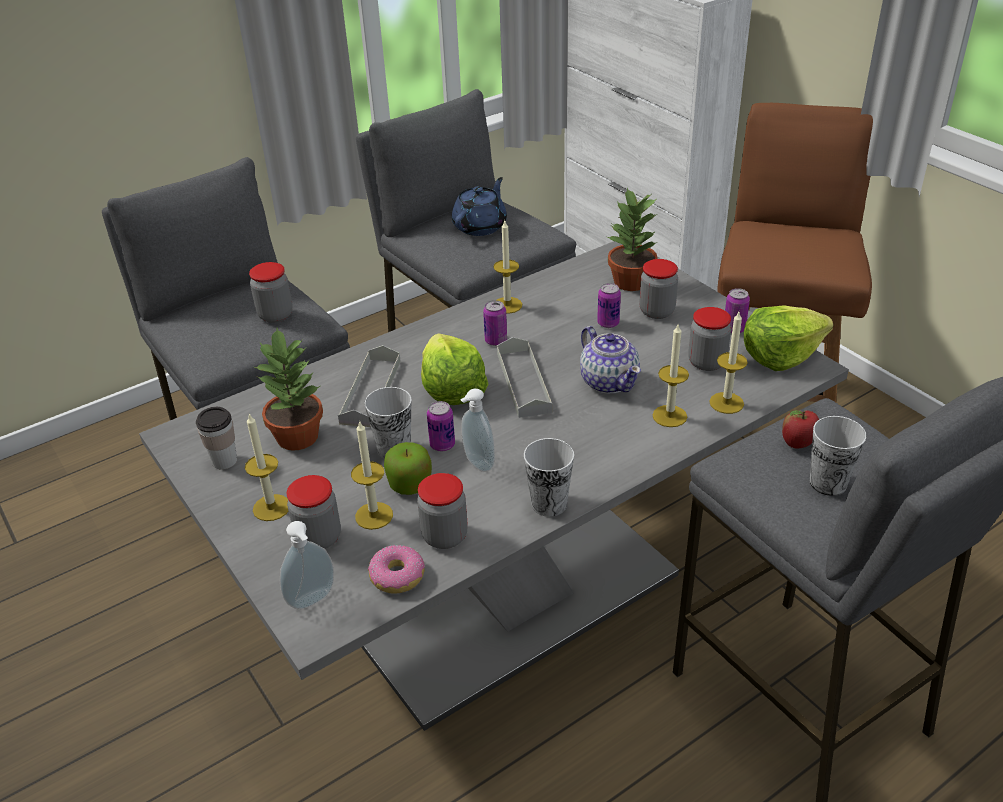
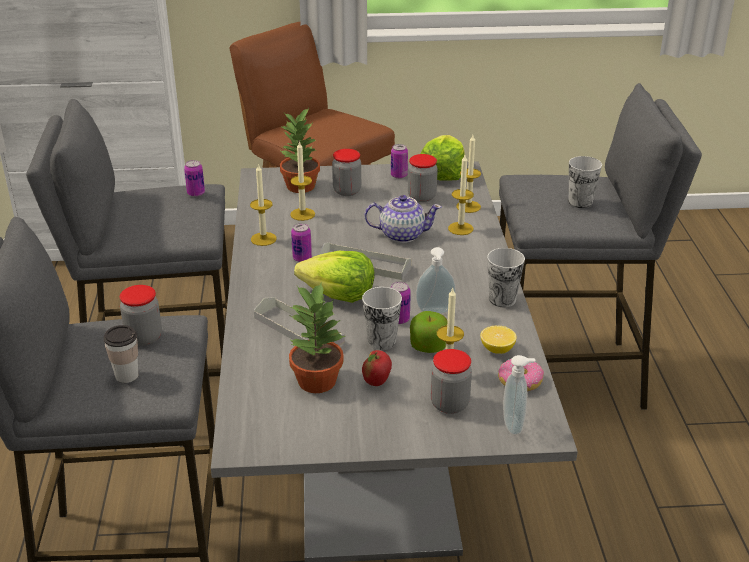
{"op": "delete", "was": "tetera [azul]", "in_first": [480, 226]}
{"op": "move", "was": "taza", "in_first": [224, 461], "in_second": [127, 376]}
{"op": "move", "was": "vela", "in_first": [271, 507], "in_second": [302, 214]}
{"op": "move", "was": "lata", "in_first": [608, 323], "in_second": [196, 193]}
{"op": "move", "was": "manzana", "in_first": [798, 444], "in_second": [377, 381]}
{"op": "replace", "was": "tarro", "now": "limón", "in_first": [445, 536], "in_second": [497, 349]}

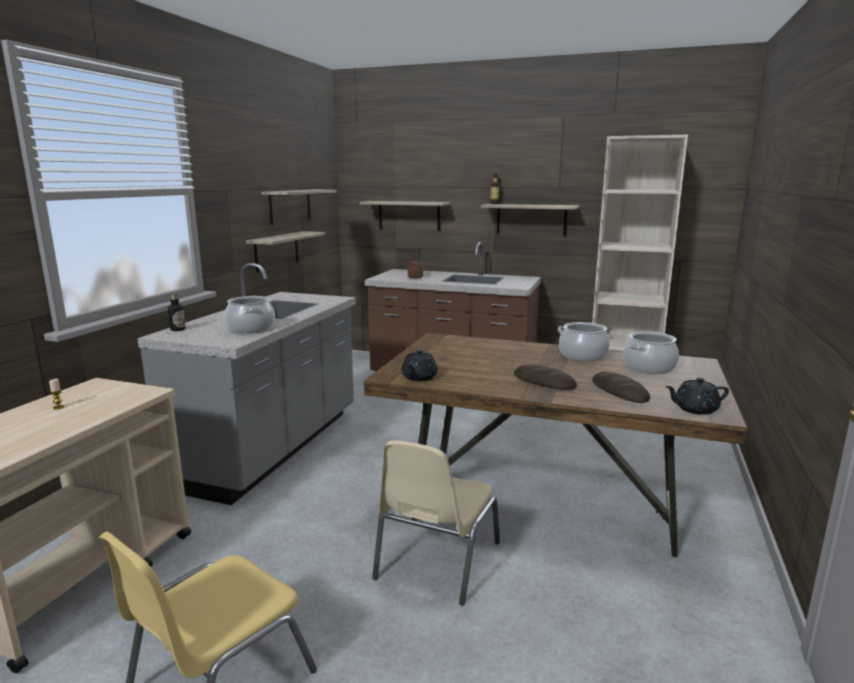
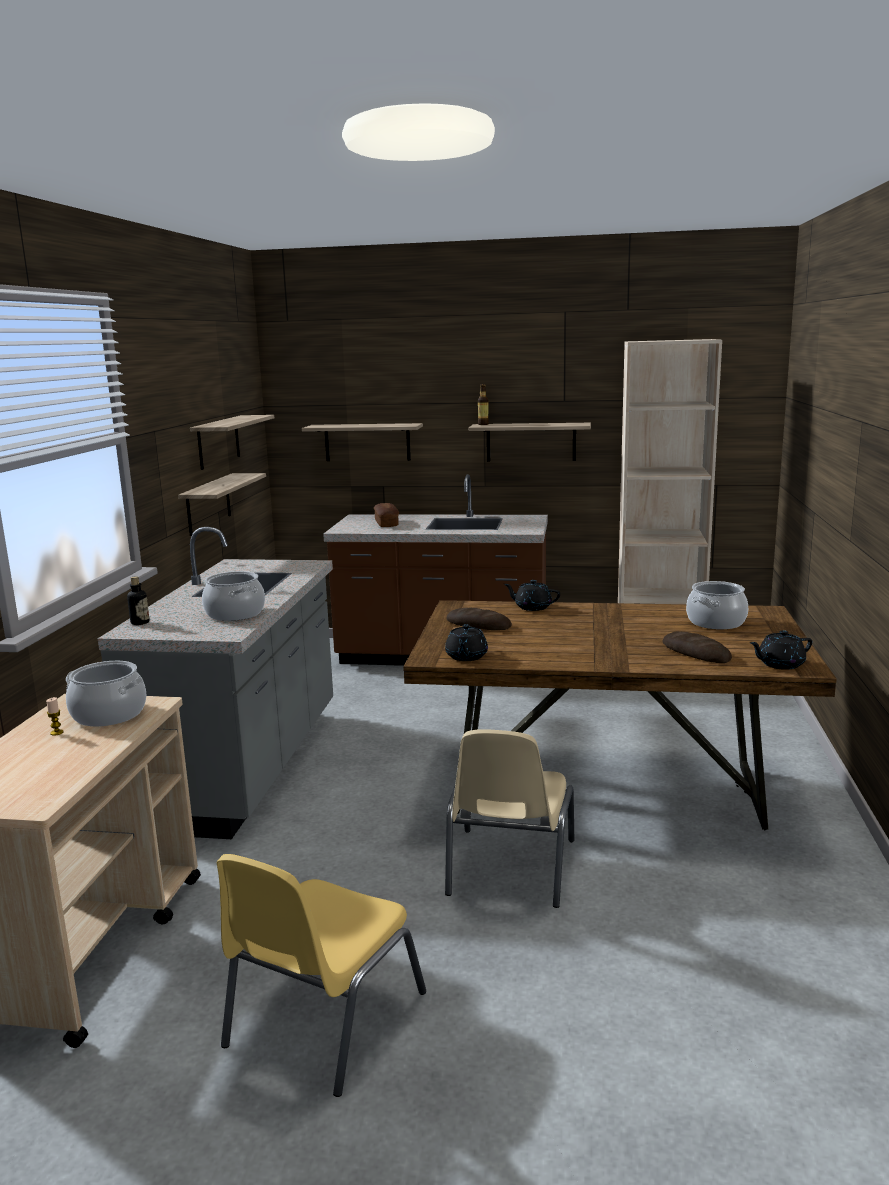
{"op": "insert", "now": "tetera [negro]", "in_second": [532, 607]}
{"op": "move", "was": "pan", "in_first": [544, 382], "in_second": [478, 625]}
{"op": "move", "was": "olla", "in_first": [583, 355], "in_second": [109, 714]}

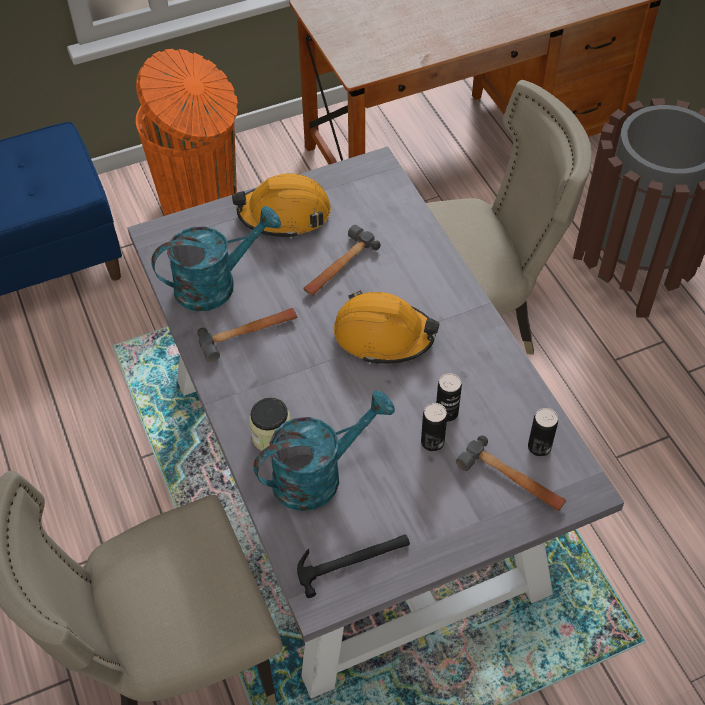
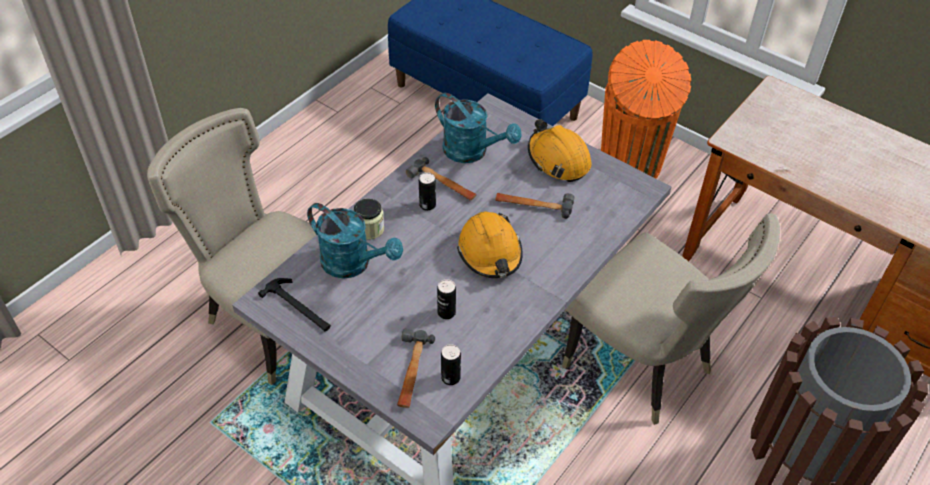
{"op": "move", "was": "lata", "in_first": [432, 442], "in_second": [427, 205]}

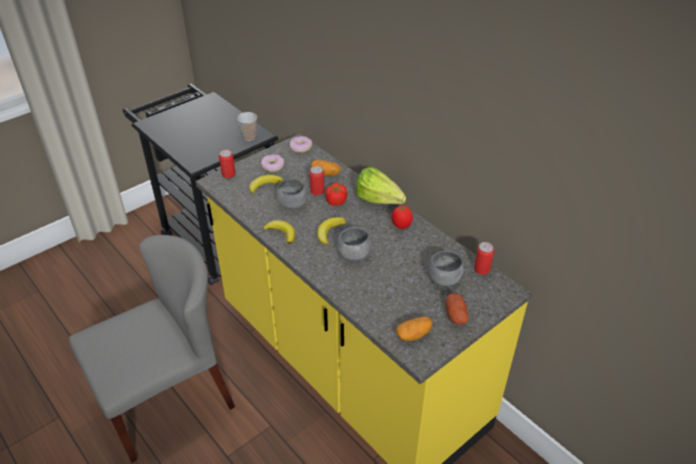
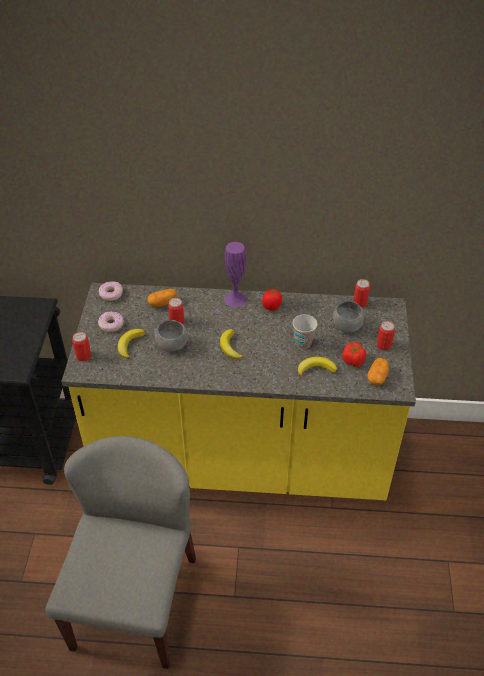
{"op": "delete", "was": "cuenco [gris]", "in_first": [354, 254]}
{"op": "move", "was": "taza", "in_first": [249, 137], "in_second": [303, 342]}
{"op": "move", "was": "plátano", "in_first": [281, 233], "in_second": [316, 368]}
{"op": "move", "was": "tomate", "in_first": [336, 201], "in_second": [353, 360]}
{"op": "replace", "was": "lechuga", "now": "florero [morado]", "in_first": [381, 202], "in_second": [235, 299]}
{"op": "replace", "was": "patata", "now": "lata", "in_first": [456, 315], "in_second": [383, 345]}

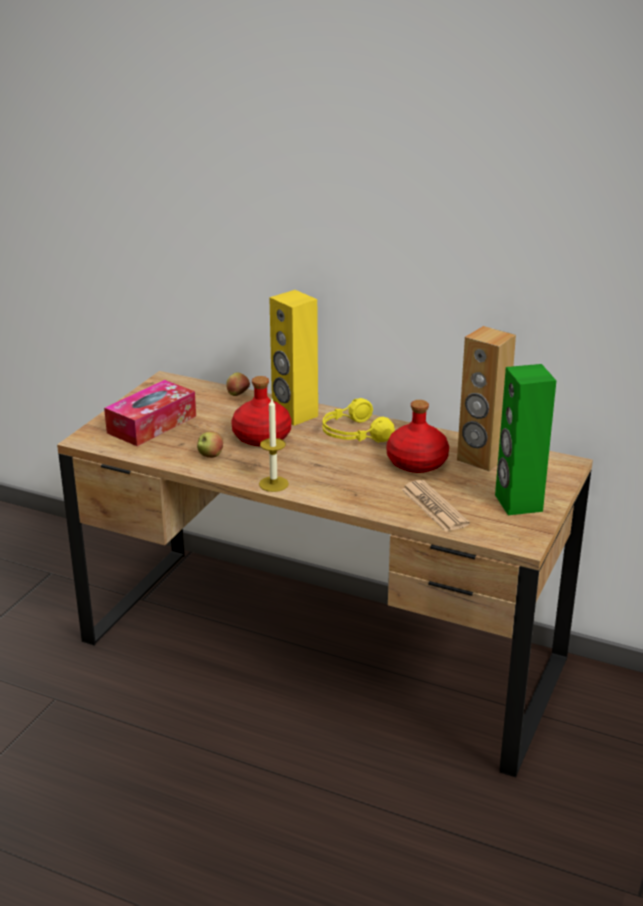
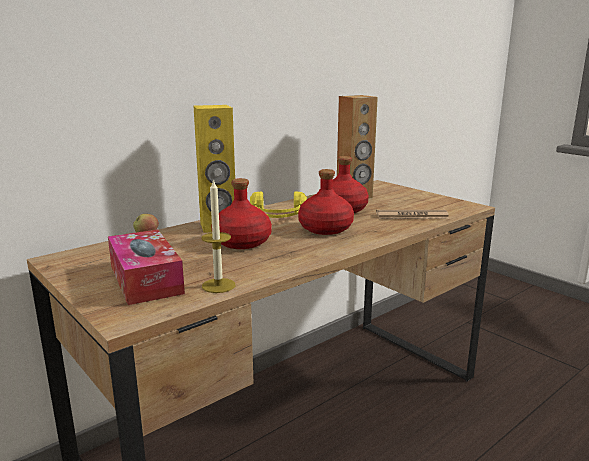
{"op": "delete", "was": "manzana", "in_first": [210, 456]}
{"op": "delete", "was": "altavoz [verde]", "in_first": [517, 503]}
{"op": "insert", "now": "botella [rojo]", "in_second": [325, 229]}
{"op": "move", "was": "vela", "in_first": [273, 484], "in_second": [218, 285]}

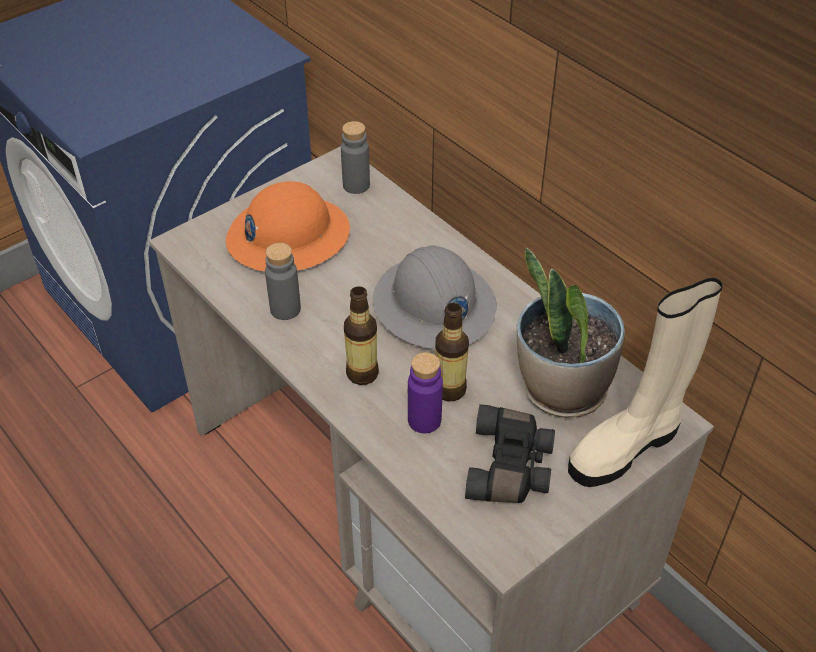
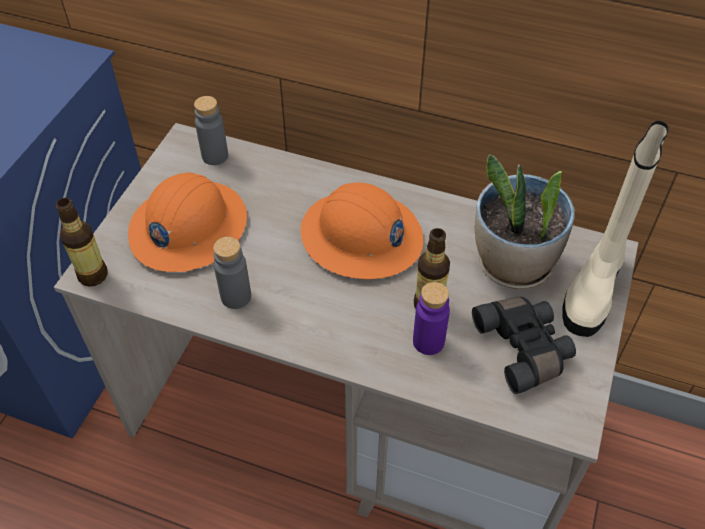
{"op": "move", "was": "botella", "in_first": [362, 373], "in_second": [93, 275]}
{"op": "recolor", "was": "casco [gris]", "now": "casco [naranja]", "in_first": [433, 306], "in_second": [361, 237]}

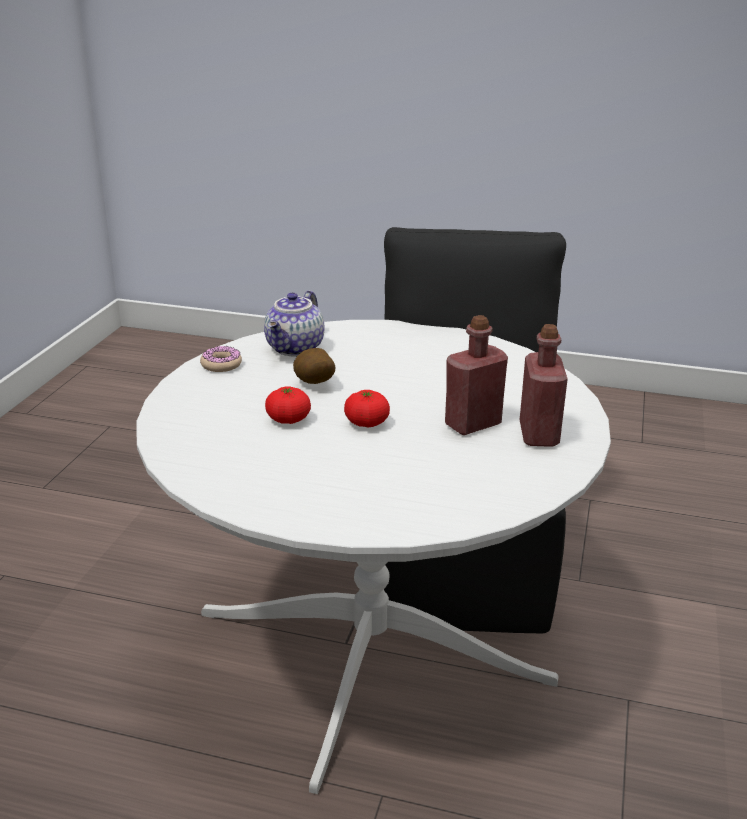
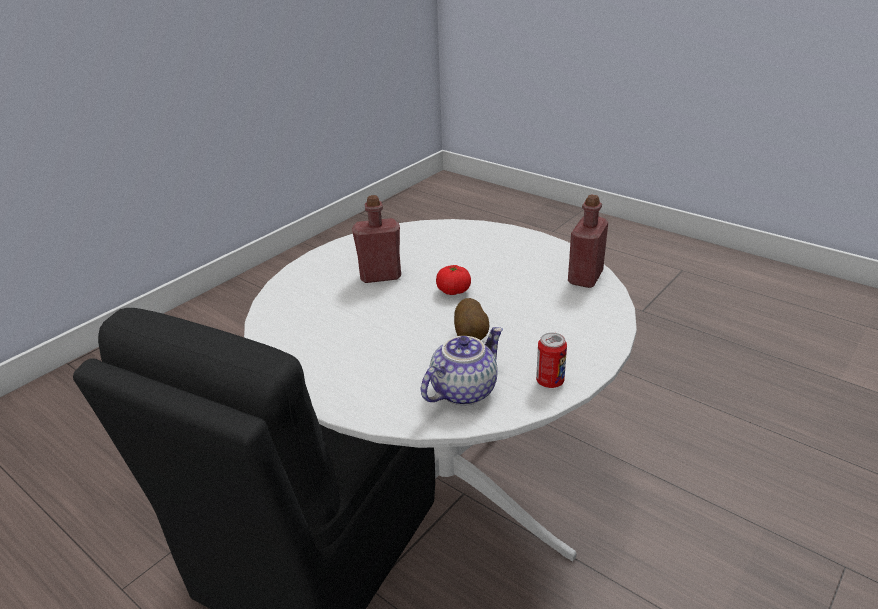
{"op": "delete", "was": "tomate", "in_first": [288, 419]}
{"op": "move", "was": "botella [rojo]", "in_first": [538, 434], "in_second": [585, 277]}
{"op": "replace", "was": "rosquilla", "now": "lata", "in_first": [221, 365], "in_second": [550, 381]}

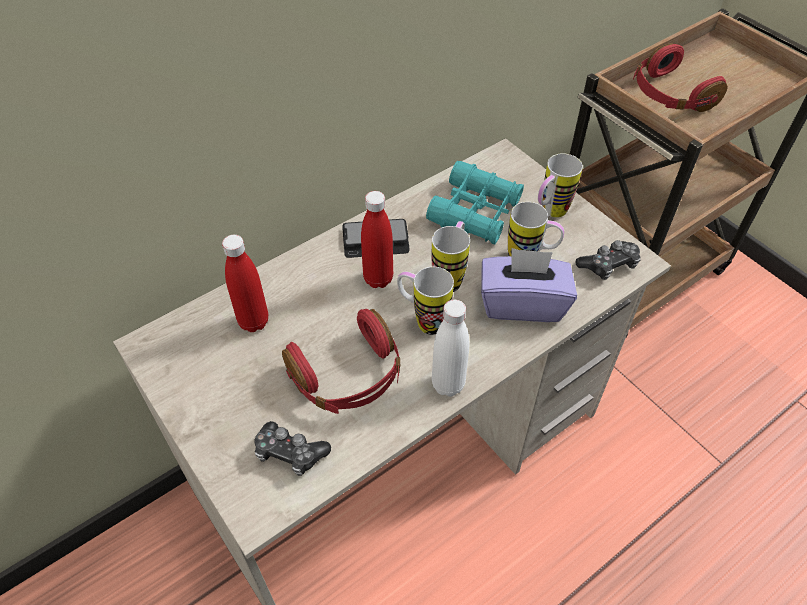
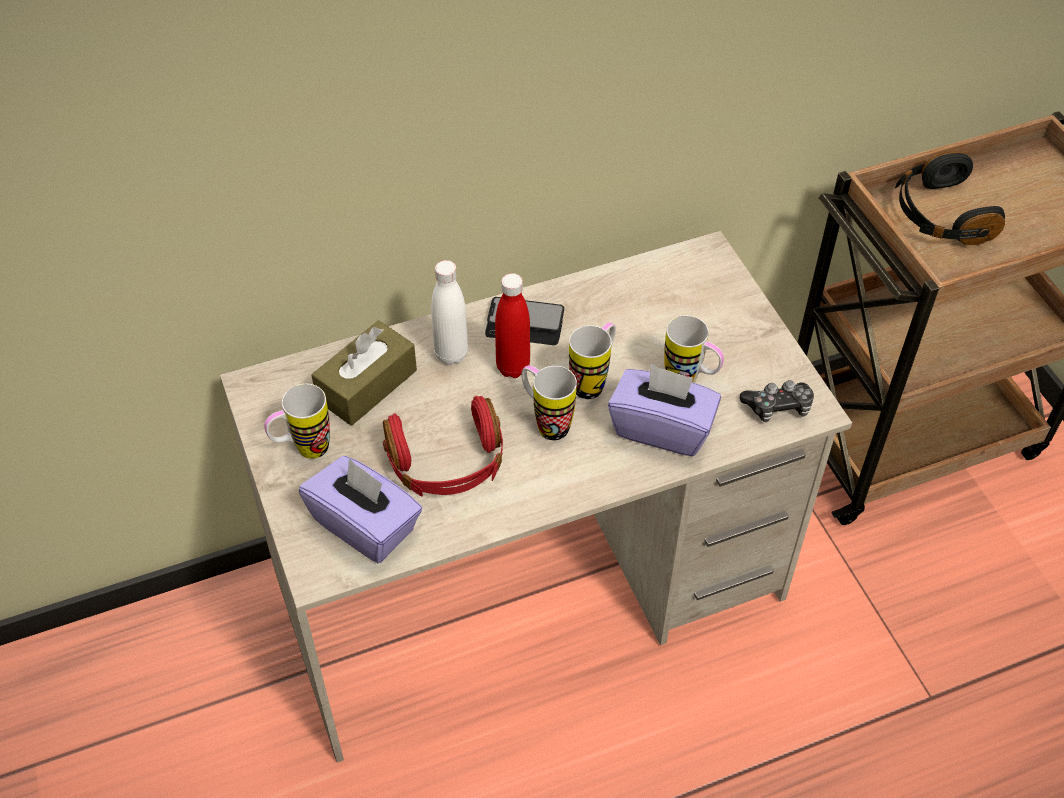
{"op": "delete", "was": "prismáticos [turquesa]", "in_first": [475, 212]}
{"op": "move", "was": "botella [blanco]", "in_first": [448, 384], "in_second": [451, 354]}
{"op": "move", "was": "taza grande", "in_first": [549, 213], "in_second": [303, 450]}
{"op": "replace", "was": "botella [rojo]", "now": "caja de pañuelos [marrón]", "in_first": [253, 322], "in_second": [367, 385]}
{"op": "replace", "was": "mando de consola", "now": "caja de pañuelos [morado]", "in_first": [290, 453], "in_second": [365, 525]}
{"op": "recolor", "was": "auriculares [rojo]", "now": "auriculares [negro]", "in_first": [669, 95], "in_second": [940, 215]}

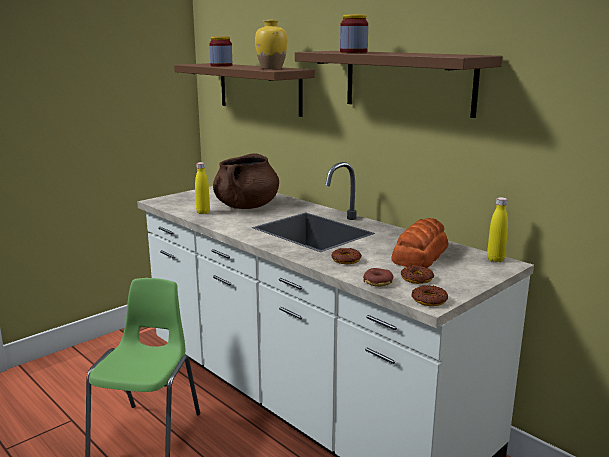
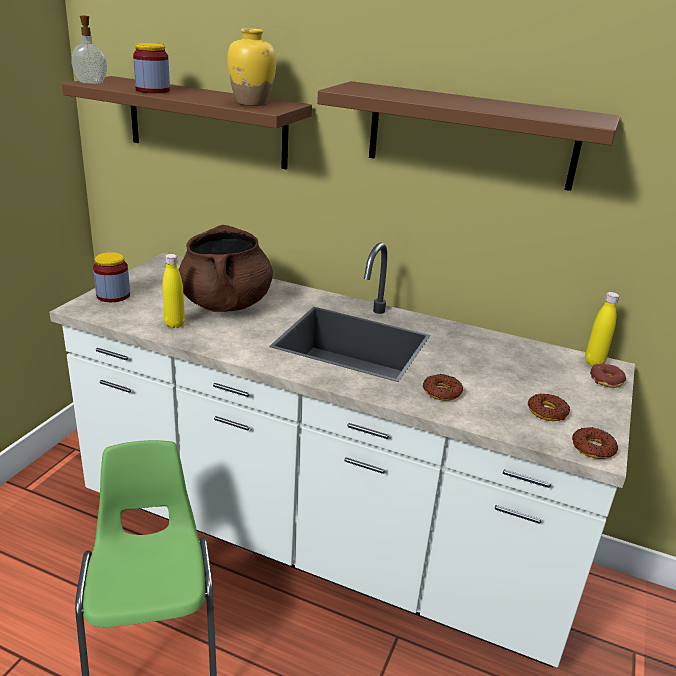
{"op": "delete", "was": "pan", "in_first": [419, 255]}
{"op": "insert", "now": "dispensador de jabón", "in_second": [91, 82]}
{"op": "move", "was": "tarro", "in_first": [353, 52], "in_second": [113, 295]}
{"op": "move", "was": "rosquilla", "in_first": [378, 282], "in_second": [606, 380]}

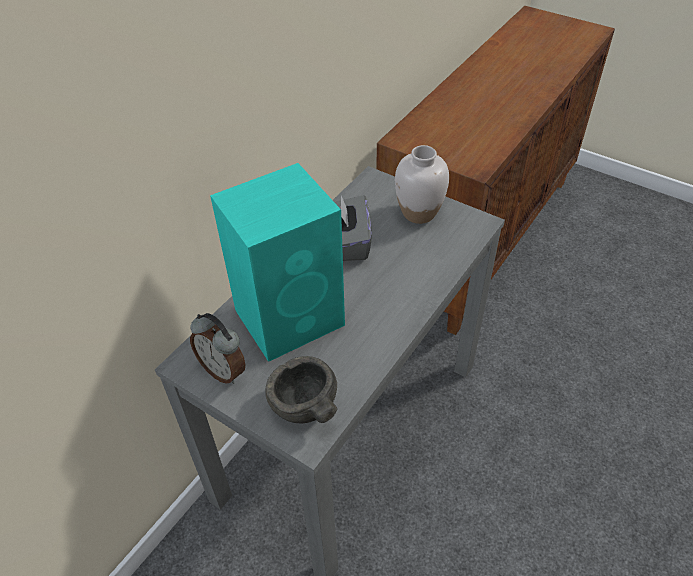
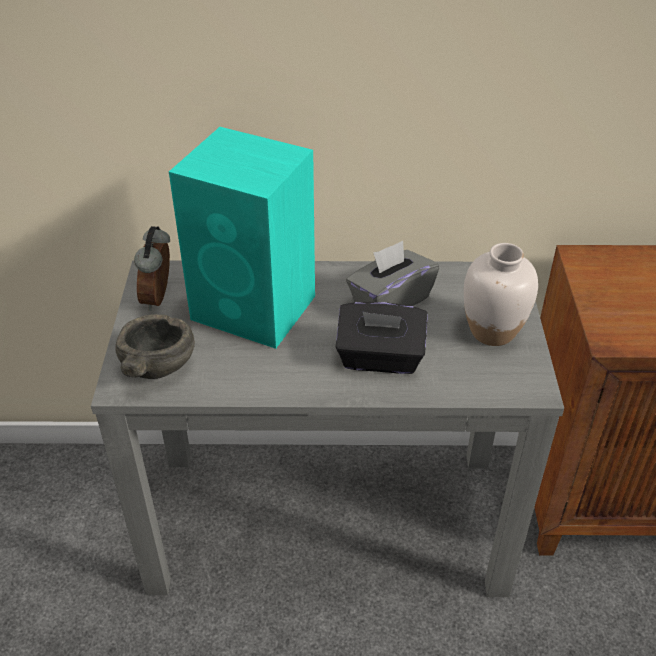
{"op": "insert", "now": "caja de pañuelos [negro]", "in_second": [380, 358]}

